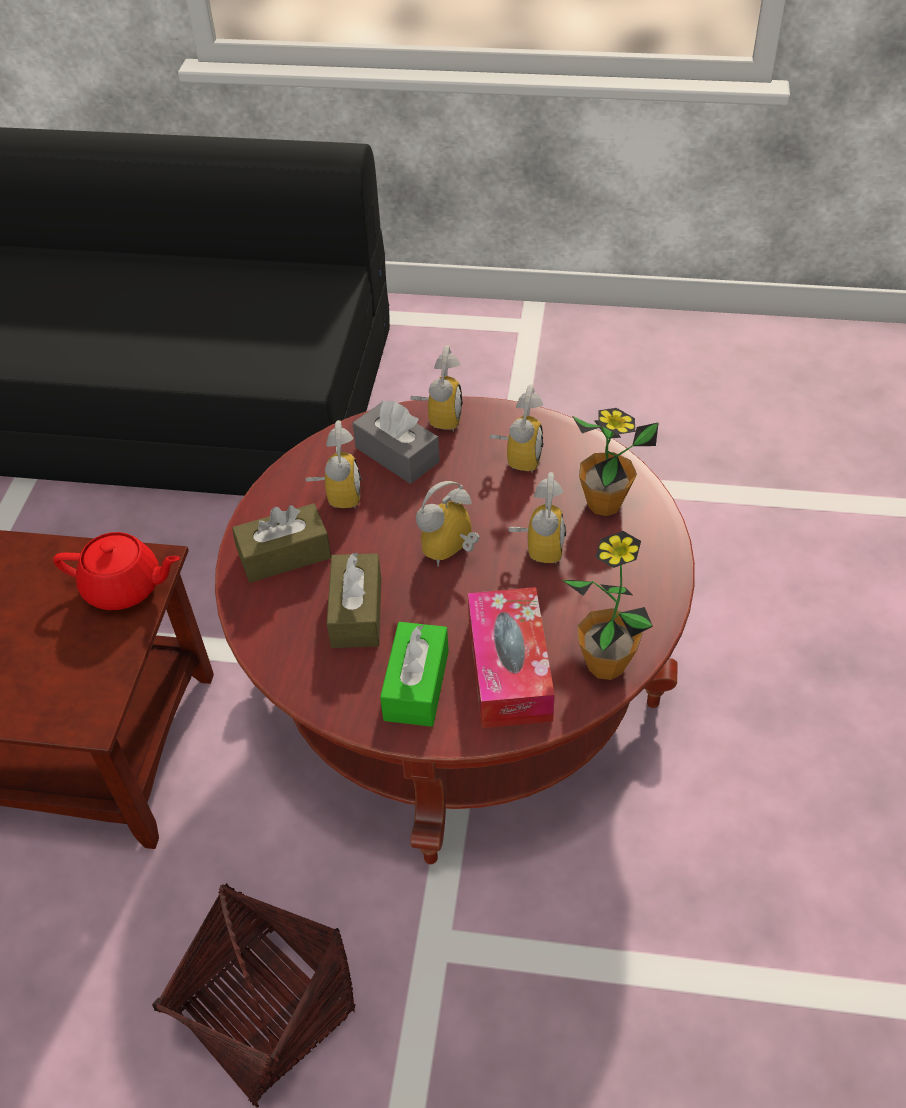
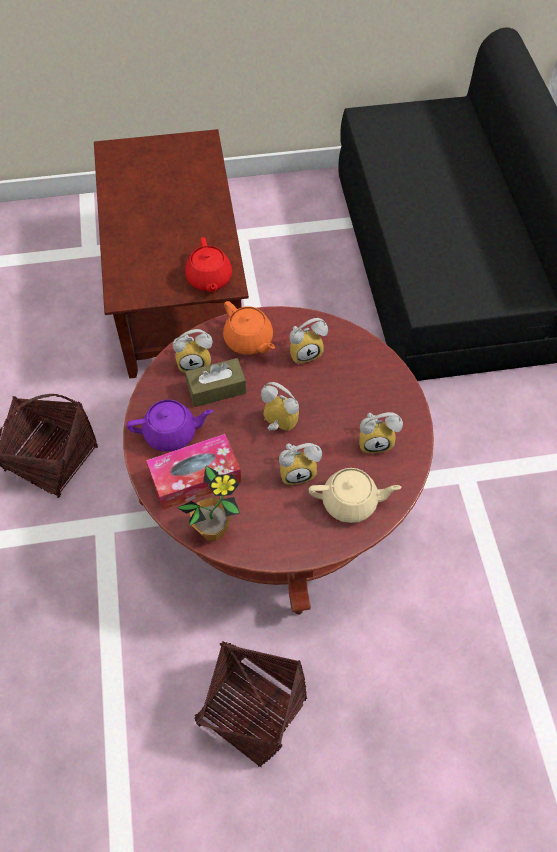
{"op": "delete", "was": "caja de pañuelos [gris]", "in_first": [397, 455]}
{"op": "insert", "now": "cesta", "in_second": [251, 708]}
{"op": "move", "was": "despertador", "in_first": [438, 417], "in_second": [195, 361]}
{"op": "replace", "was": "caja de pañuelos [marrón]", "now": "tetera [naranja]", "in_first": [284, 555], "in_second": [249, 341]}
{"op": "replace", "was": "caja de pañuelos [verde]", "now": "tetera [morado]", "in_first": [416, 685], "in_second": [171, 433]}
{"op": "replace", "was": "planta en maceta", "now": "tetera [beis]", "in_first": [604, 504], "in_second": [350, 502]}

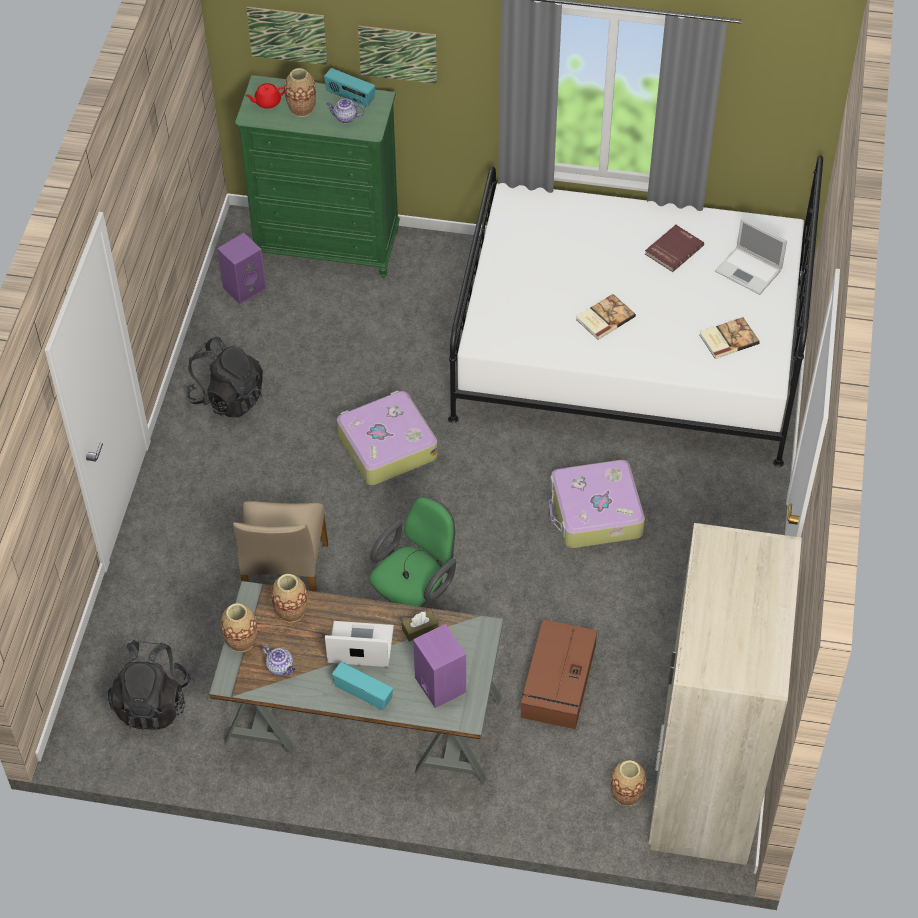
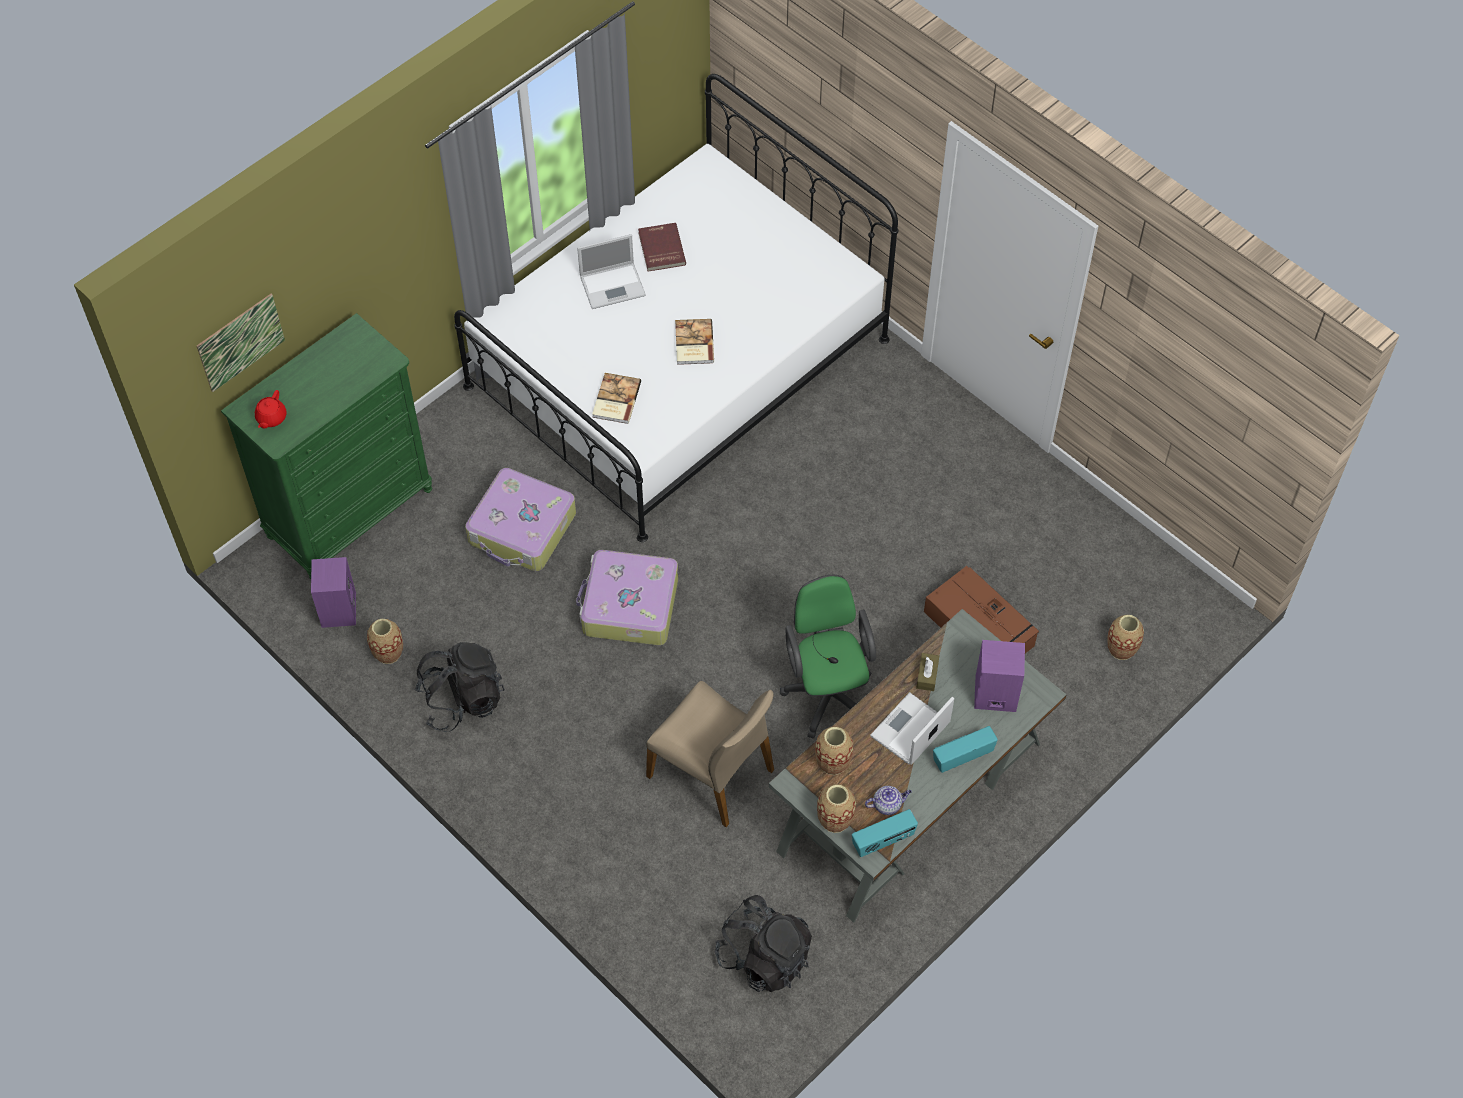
{"op": "delete", "was": "tetera", "in_first": [345, 118]}
{"op": "delete", "was": "cuadro", "in_first": [398, 54]}
{"op": "delete", "was": "armario ropero [beis]", "in_first": [704, 780]}
{"op": "move", "was": "florero", "in_first": [301, 108], "in_second": [388, 652]}
{"op": "move", "was": "radio", "in_first": [350, 98], "in_second": [883, 841]}
{"op": "move", "was": "maleta", "in_first": [595, 513], "in_second": [522, 529]}
{"op": "move", "was": "libro", "in_first": [727, 339], "in_second": [615, 400]}
{"op": "move", "was": "portátil", "in_first": [749, 271], "in_second": [613, 285]}

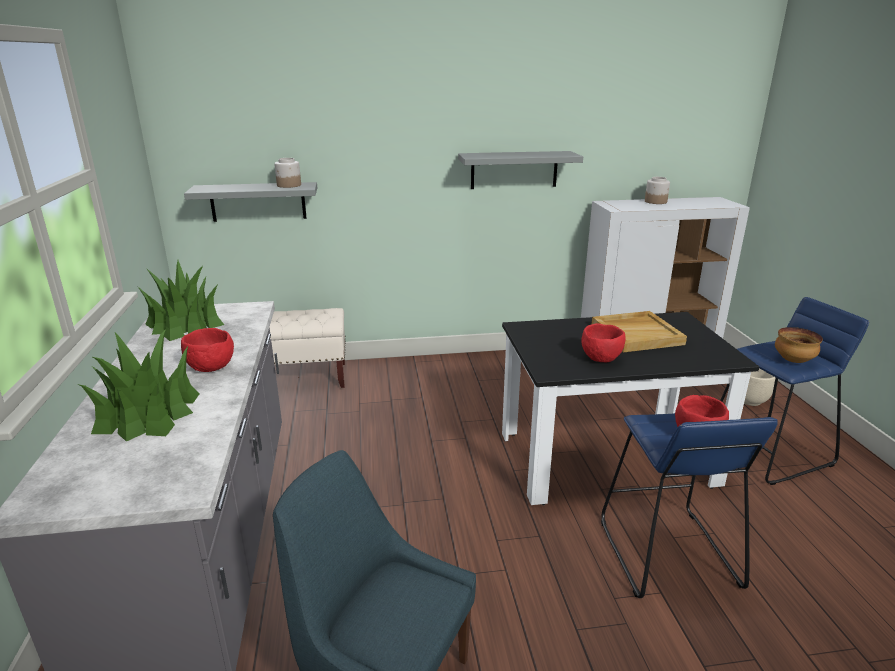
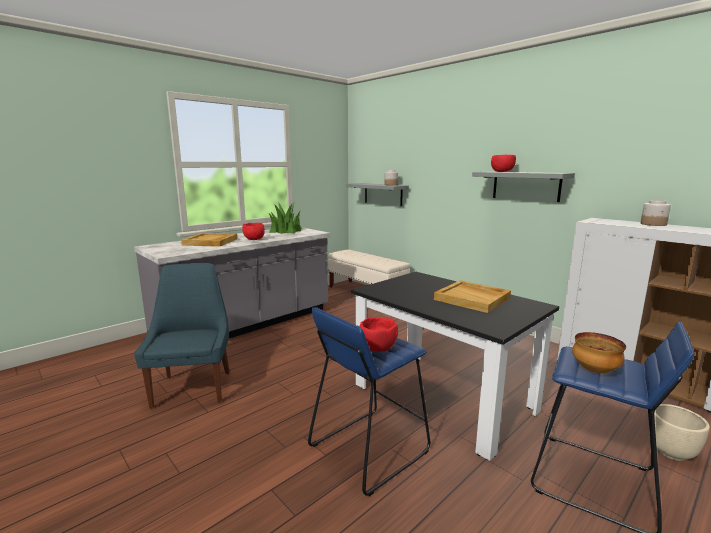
{"op": "move", "was": "cuenco [rojo]", "in_first": [601, 357], "in_second": [502, 172]}
{"op": "replace", "was": "planta en maceta", "now": "bandeja [beis]", "in_first": [148, 414], "in_second": [210, 242]}

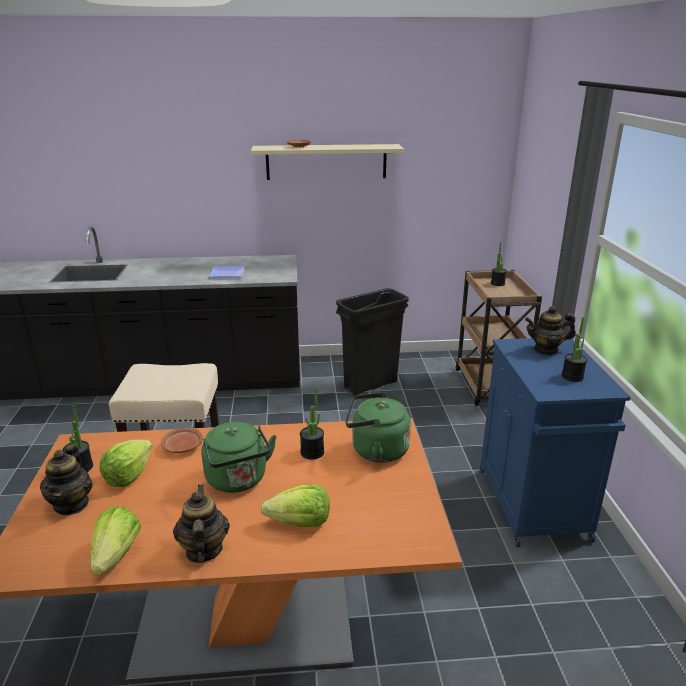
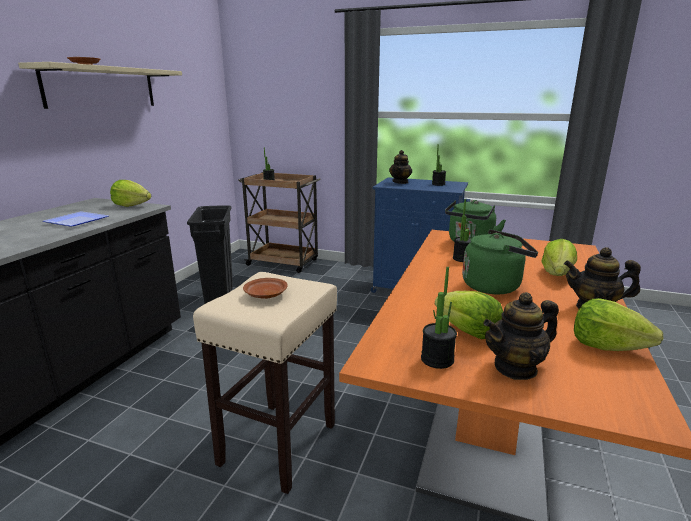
{"op": "insert", "now": "lechuga", "in_second": [132, 205]}
{"op": "move", "was": "plato [marrón]", "in_first": [182, 446], "in_second": [265, 295]}
{"op": "rotate", "was": "tetera", "in_first": [71, 504], "in_second": [515, 368], "clockwise": 135}

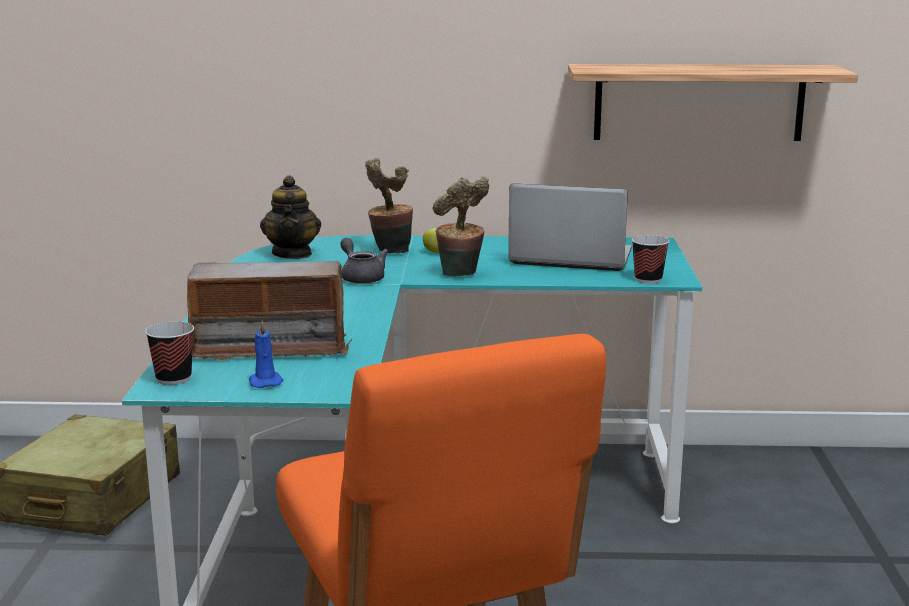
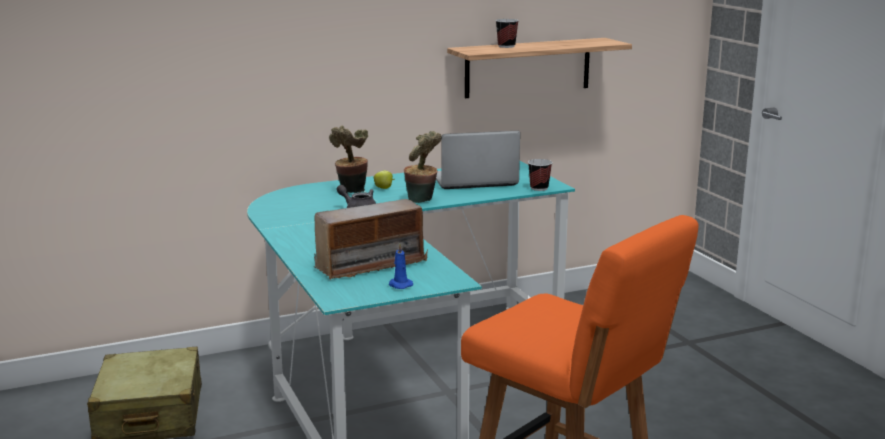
{"op": "delete", "was": "tetera", "in_first": [292, 254]}
{"op": "move", "was": "taza", "in_first": [173, 378], "in_second": [506, 46]}

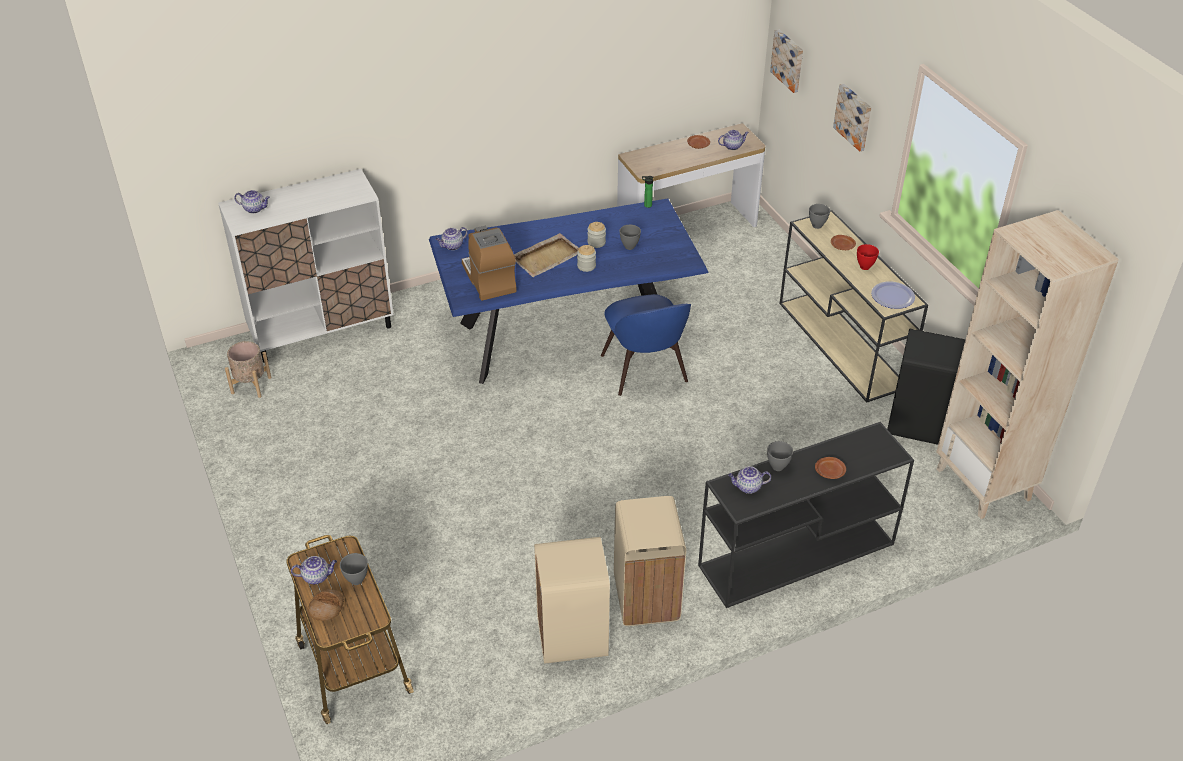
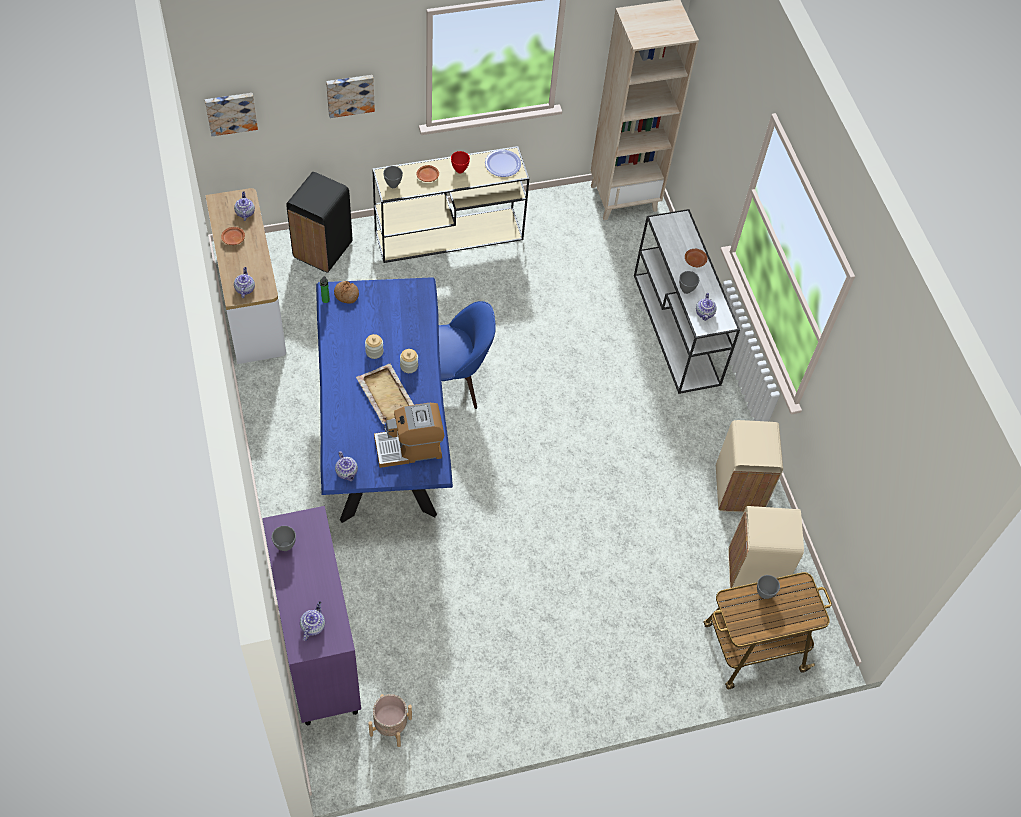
{"op": "move", "was": "tetera", "in_first": [317, 576], "in_second": [245, 289]}
{"op": "move", "was": "pan", "in_first": [326, 608], "in_second": [346, 294]}
{"op": "move", "was": "papelera [beis]", "in_first": [647, 598], "in_second": [753, 571]}
{"op": "move", "was": "cuenco [gris]", "in_first": [629, 247], "in_second": [285, 547]}
{"op": "move", "was": "papelera [negro]", "in_first": [917, 425], "in_second": [323, 250]}
{"op": "recolor", "was": "armario [blanco]", "now": "armario [morado]", "in_first": [322, 330], "in_second": [319, 653]}
{"op": "recolor", "was": "mesa consola [negro]", "now": "mesa consola [blanco]", "in_first": [795, 556], "in_second": [677, 330]}

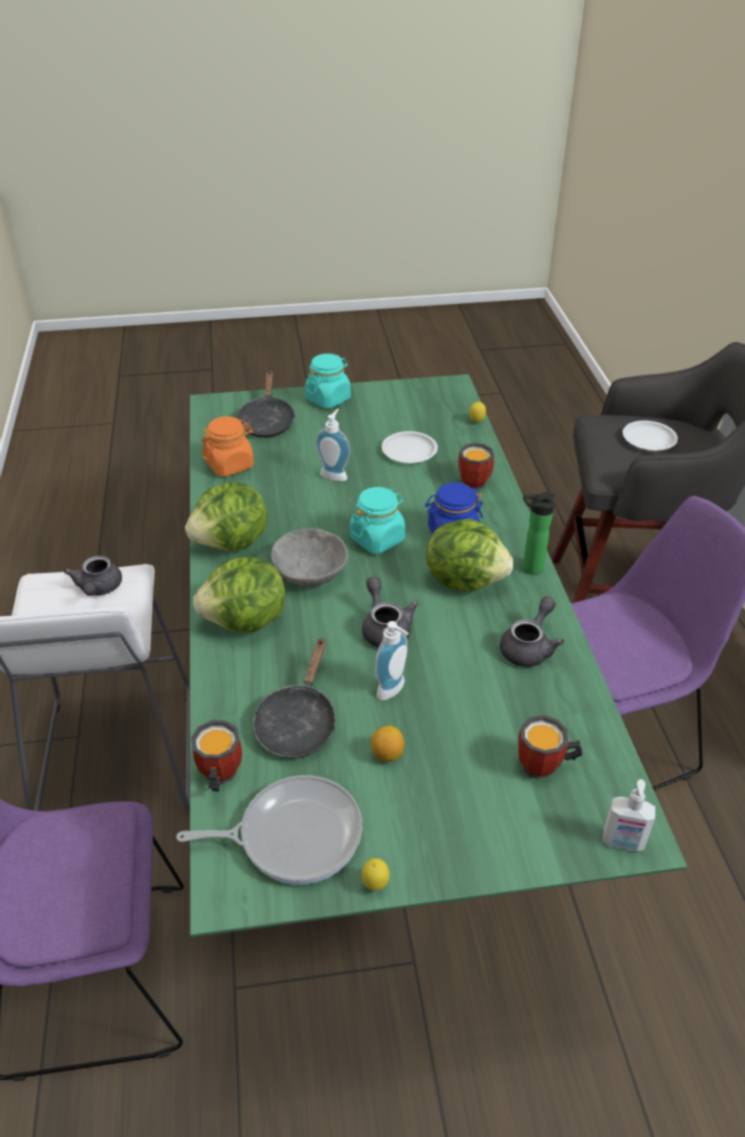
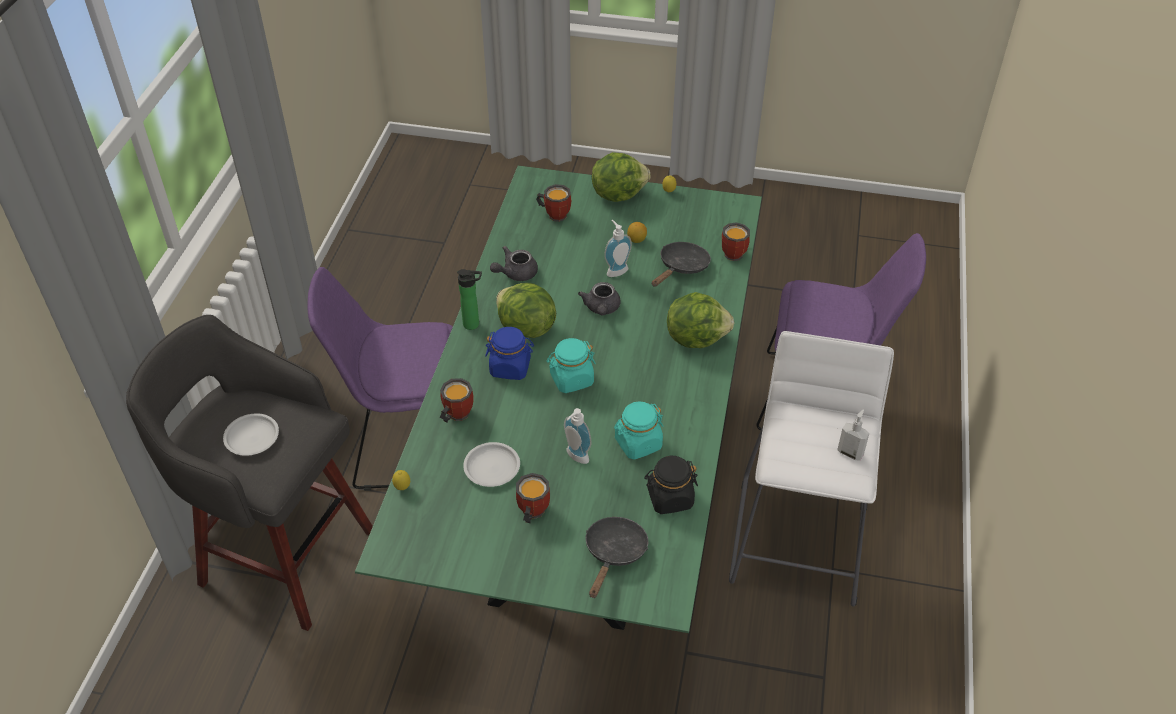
{"op": "delete", "was": "tetera [gris]", "in_first": [98, 589]}
{"op": "delete", "was": "sartén", "in_first": [293, 835]}
{"op": "delete", "was": "cuenco [gris]", "in_first": [309, 573]}
{"op": "insert", "now": "taza grande", "in_second": [530, 512]}
{"op": "move", "was": "lechuga", "in_first": [232, 543], "in_second": [618, 194]}
{"op": "move", "was": "tarro [turquesa]", "in_first": [328, 399], "in_second": [638, 443]}
{"op": "move", "was": "dispensador de jabón", "in_first": [622, 842], "in_second": [850, 453]}
{"op": "recolor", "was": "tarro [naranja]", "now": "tarro [negro]", "in_first": [230, 465], "in_second": [669, 498]}

